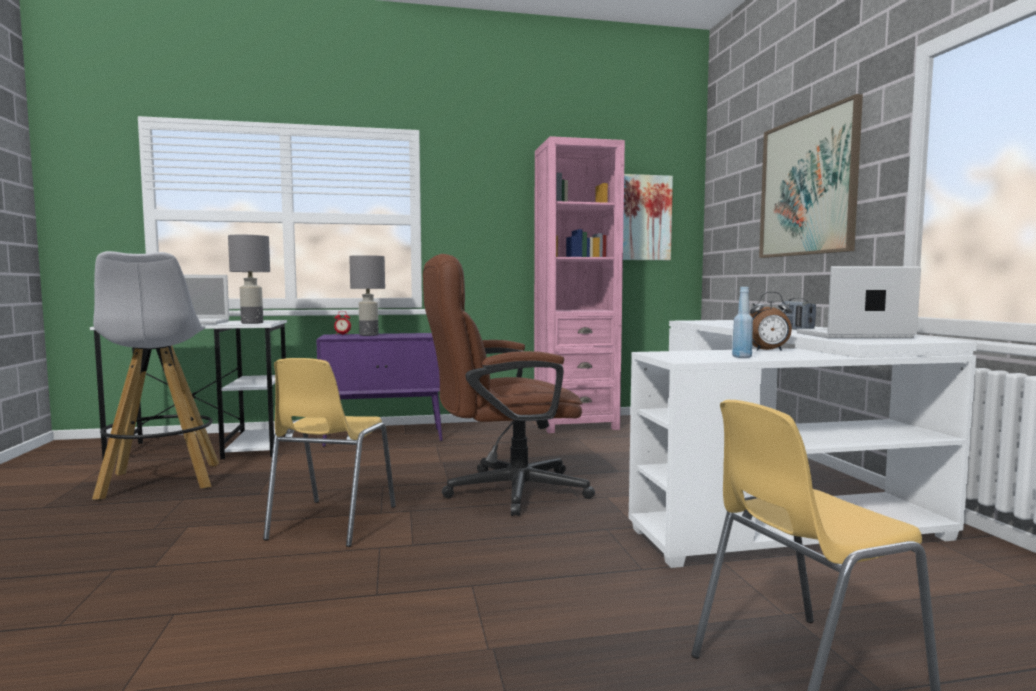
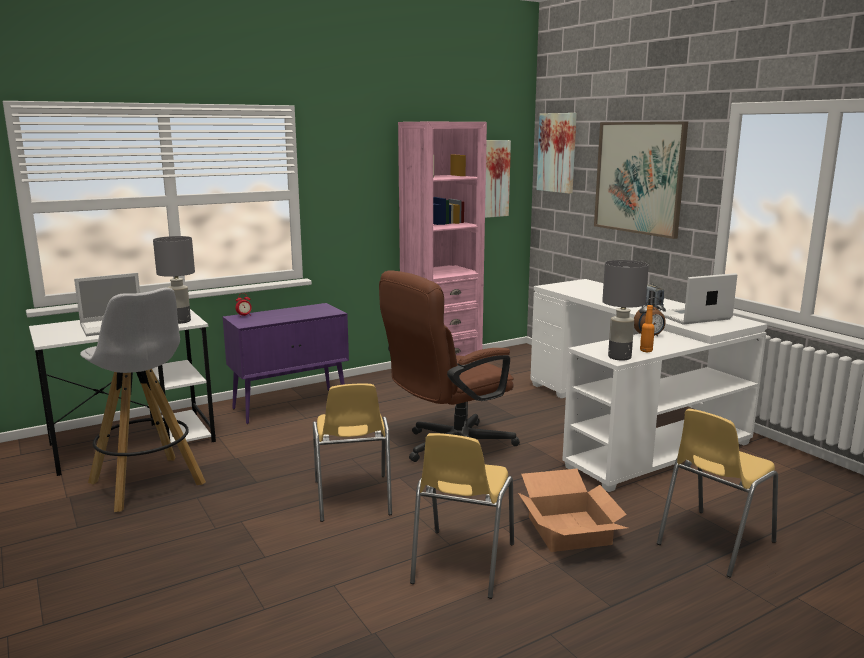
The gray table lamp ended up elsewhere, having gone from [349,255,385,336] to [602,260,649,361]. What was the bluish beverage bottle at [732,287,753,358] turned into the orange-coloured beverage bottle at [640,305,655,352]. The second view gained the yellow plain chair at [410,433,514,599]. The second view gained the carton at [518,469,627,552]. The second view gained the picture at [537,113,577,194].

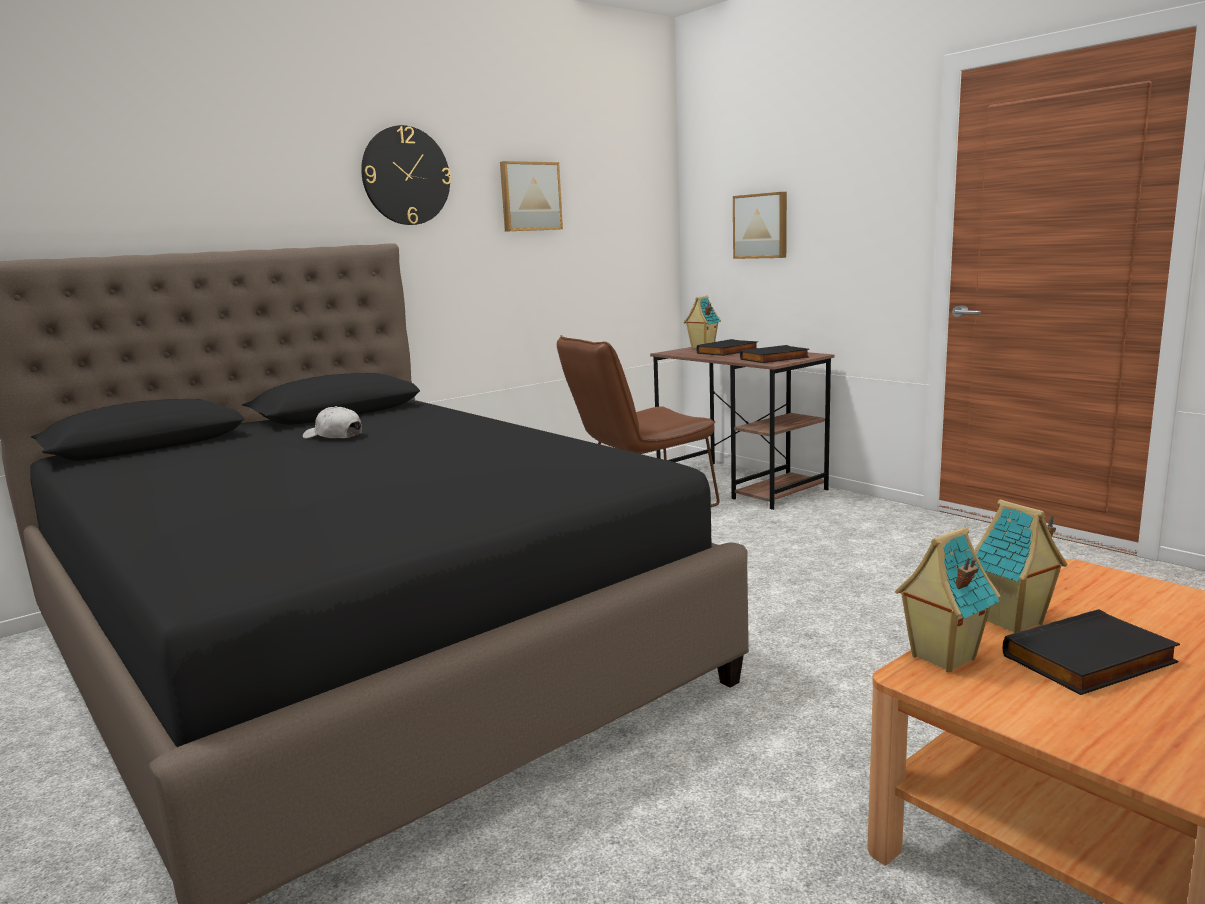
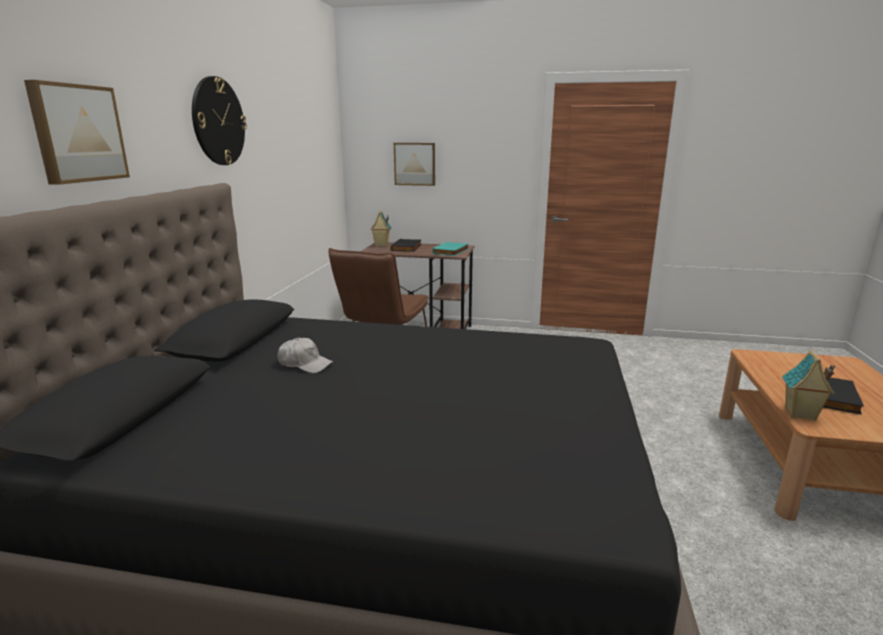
The whitish baseball cap at [303,406,362,439] ended up facing another way, 150 degrees counterclockwise from before. The picture ended up elsewhere, having gone from [500,161,563,232] to [24,80,130,185]. What was the black-coloured volume at [740,345,809,363] turned into the blue-green volume at [432,242,468,256]. The second view lost the model house at [974,499,1068,633].

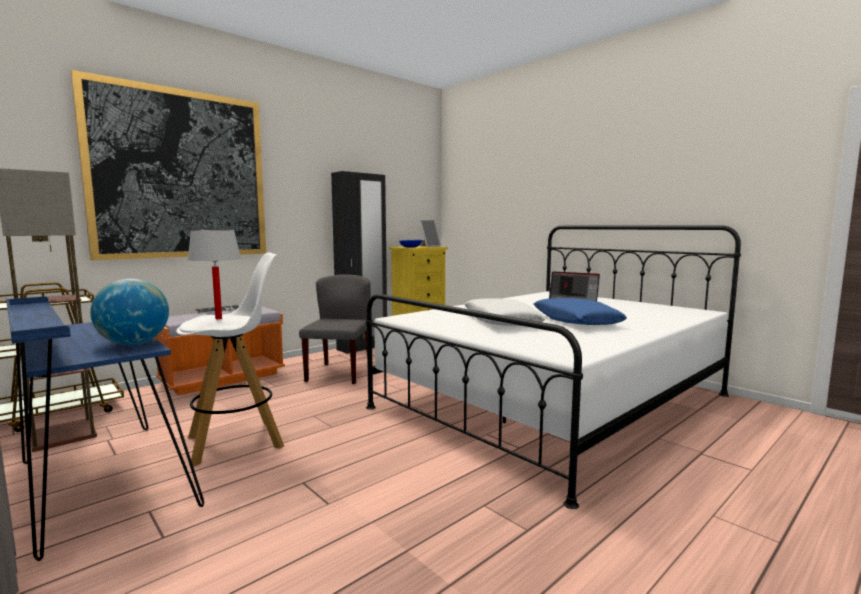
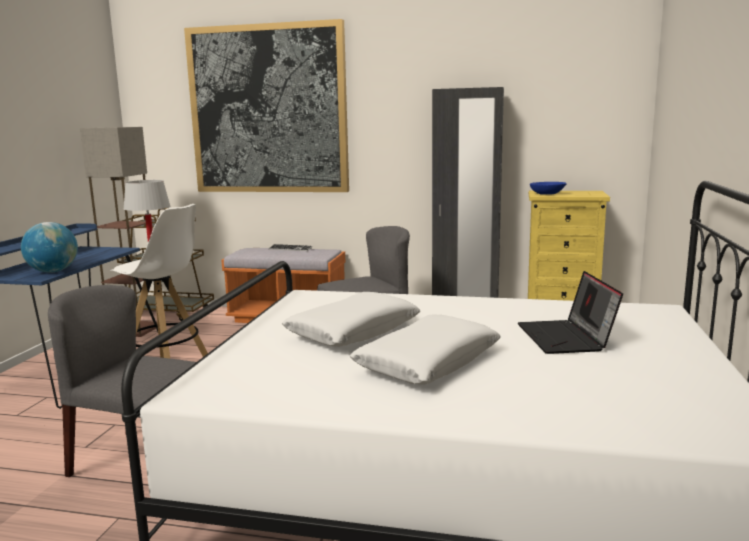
The second view lost the picture frame at [420,220,441,247]. What was the bluish cushion at [534,298,627,325] turned into the whitish cushion at [350,314,501,385]. The second view gained the gray plain chair at [48,285,196,477].

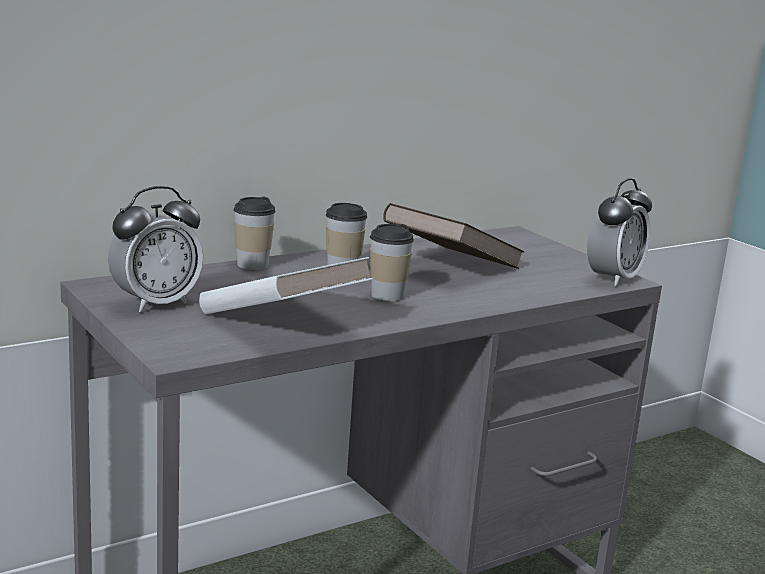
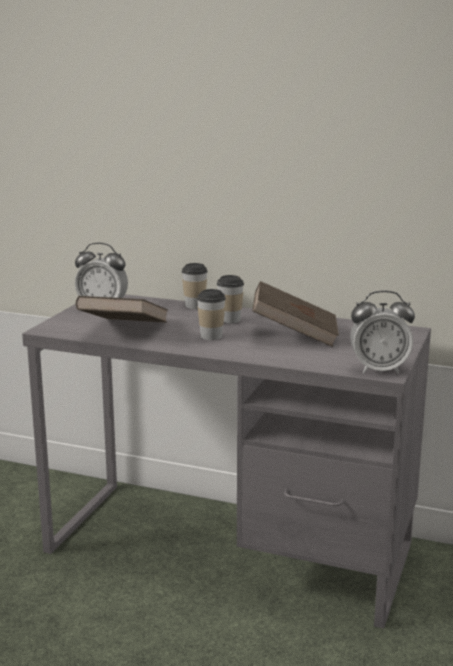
What was the whitish volume at [199,257,373,314] turned into the brown volume at [76,296,168,323].

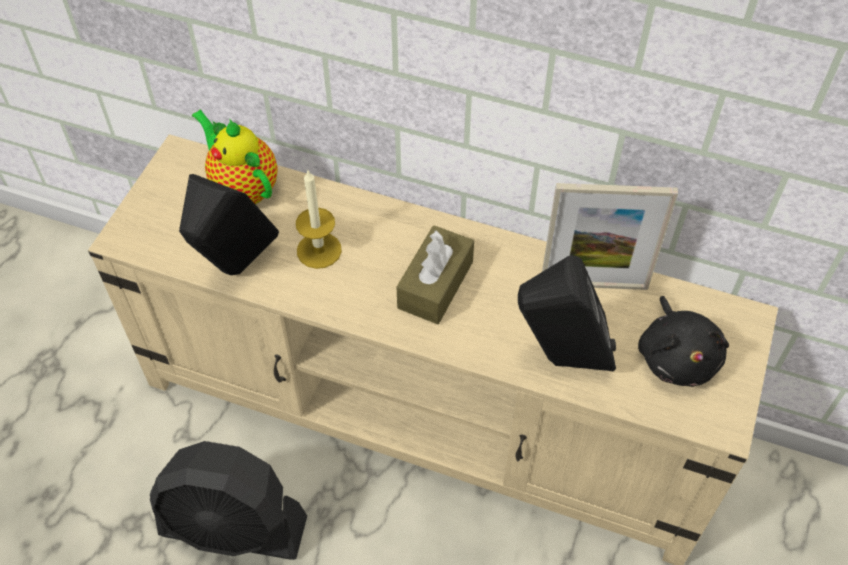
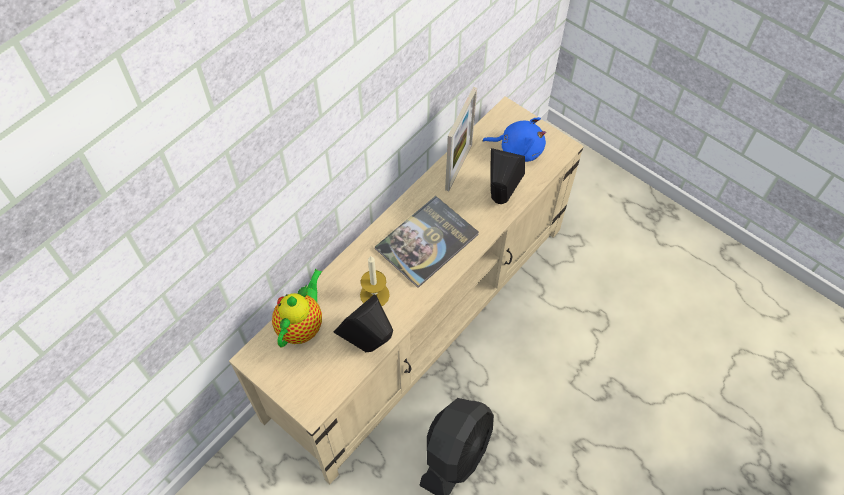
The tea pot at [192,109,278,204] ended up facing another way, 135 degrees clockwise from before. Where the brown tissue holder stood at [396,225,474,324], the volume came to stand at [375,196,479,288]. What was the black-coloured soft toy at [638,296,729,387] turned into the bluish soft toy at [483,117,546,162].

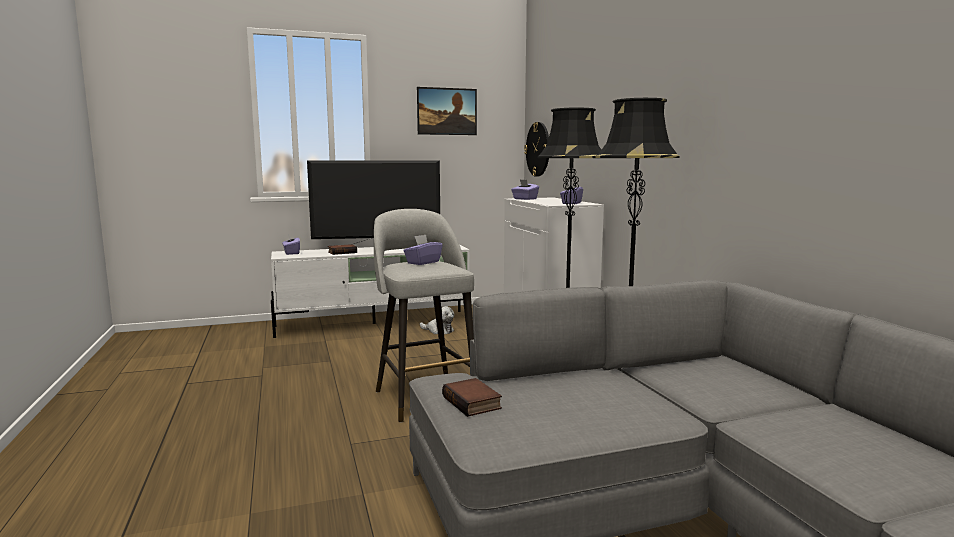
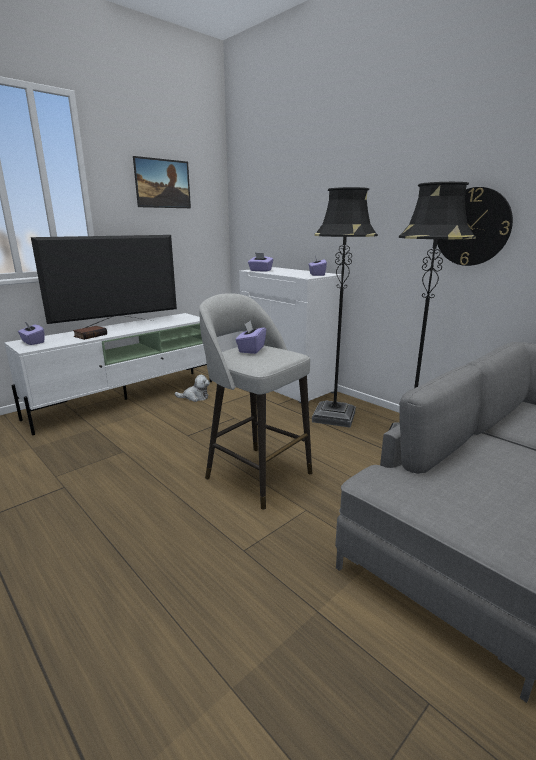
The second view lost the volume at [442,378,502,417]. The wall clock ended up elsewhere, having gone from [524,122,549,177] to [437,187,513,266].

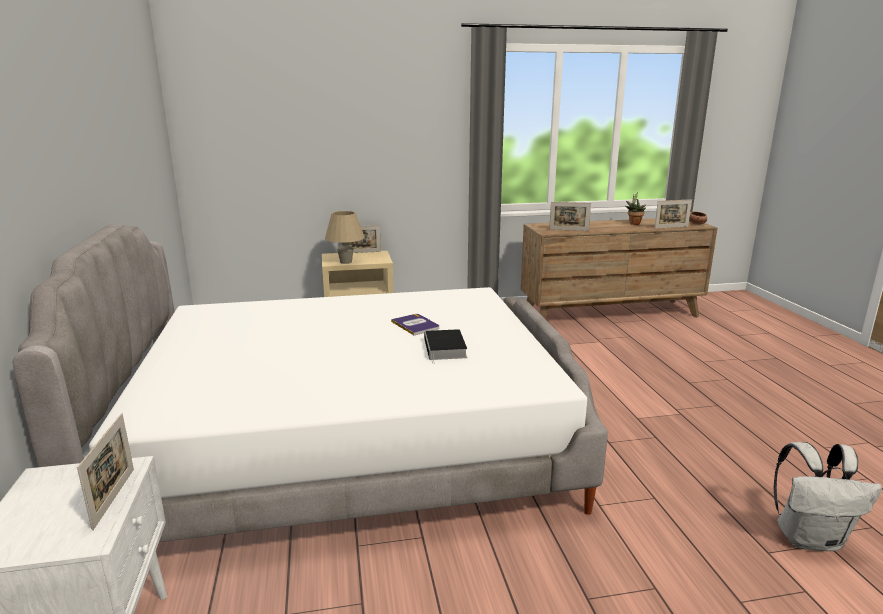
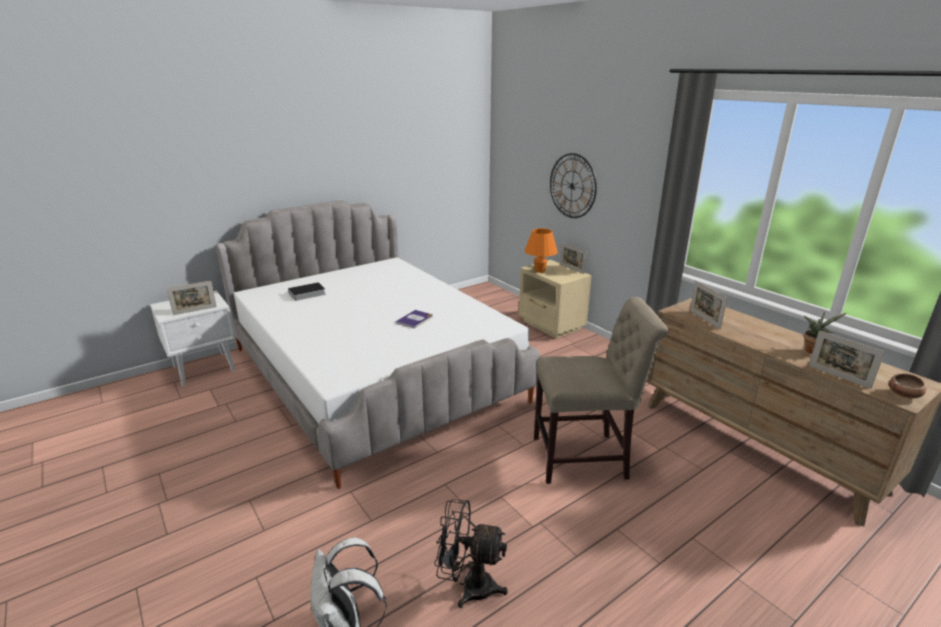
What was the beige table lamp at [325,211,365,264] turned into the orange-coloured table lamp at [525,228,558,273]. The volume ended up elsewhere, having gone from [424,329,467,364] to [284,282,326,301]. The second view gained the black-coloured electric fan at [434,499,508,608]. The second view gained the beige plain chair at [534,297,669,484]. The second view gained the wall clock at [550,153,597,218].

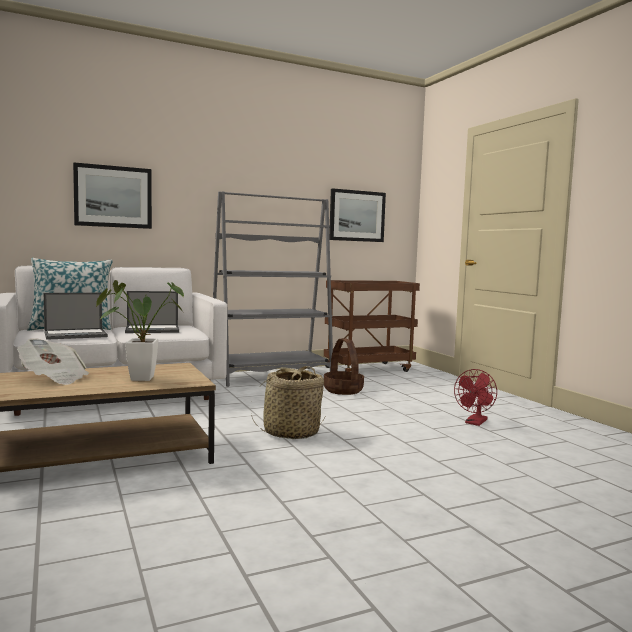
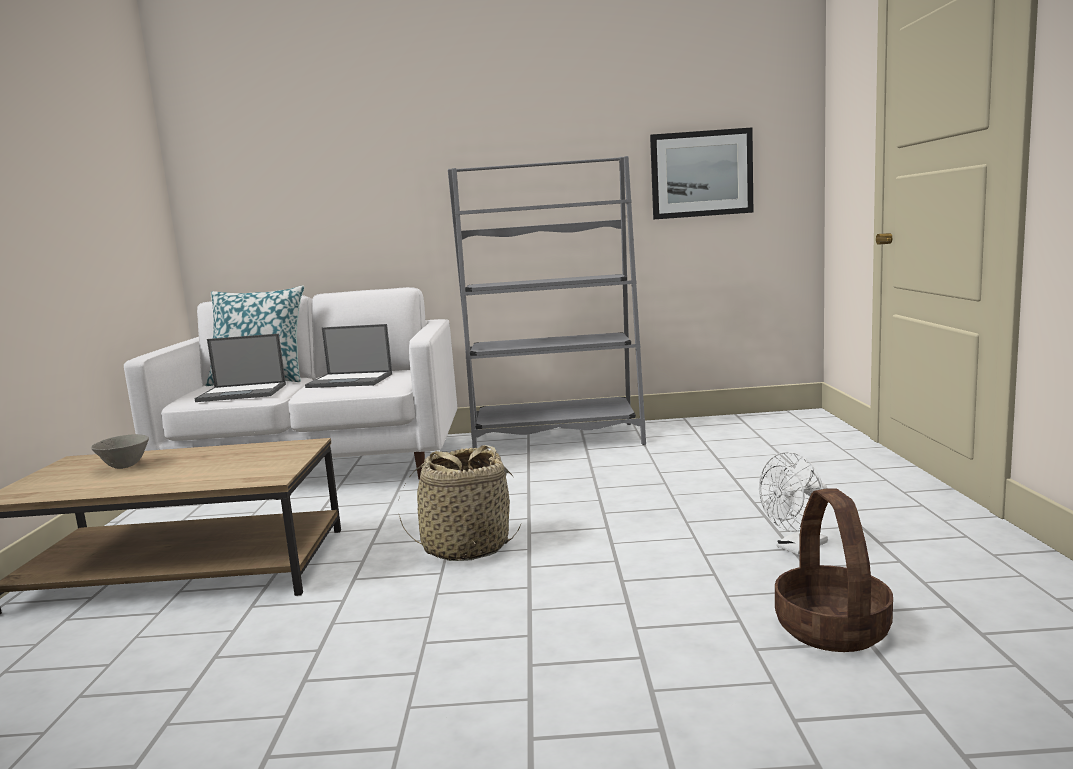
Where the daily paper stood at [17,338,89,385], the gray serving bowl came to stand at [91,434,149,469]. The second view lost the picture at [73,162,152,229]. The second view lost the potted plant at [96,280,184,381]. The second view lost the brown trolley at [324,280,420,372]. The storage basket ended up elsewhere, having gone from [324,338,364,395] to [775,489,893,652]. What was the reddish electric fan at [454,369,497,426] turned into the whitish electric fan at [759,452,828,555].

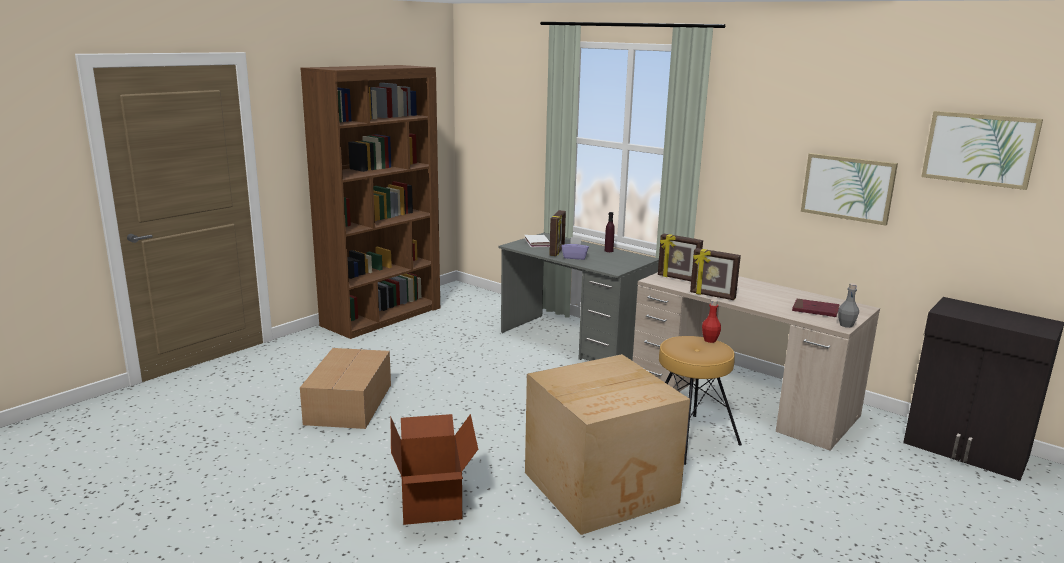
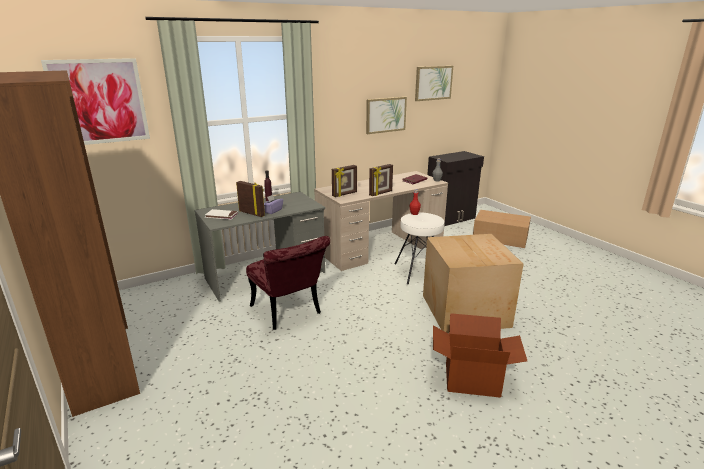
The carton ended up elsewhere, having gone from [300,348,391,429] to [473,210,531,248]. What was the brown sitting stool at [659,336,742,465] turned into the whitish sitting stool at [395,212,444,285]. The second view gained the picture at [41,58,150,145]. The second view gained the reddish plain chair at [246,236,330,330].

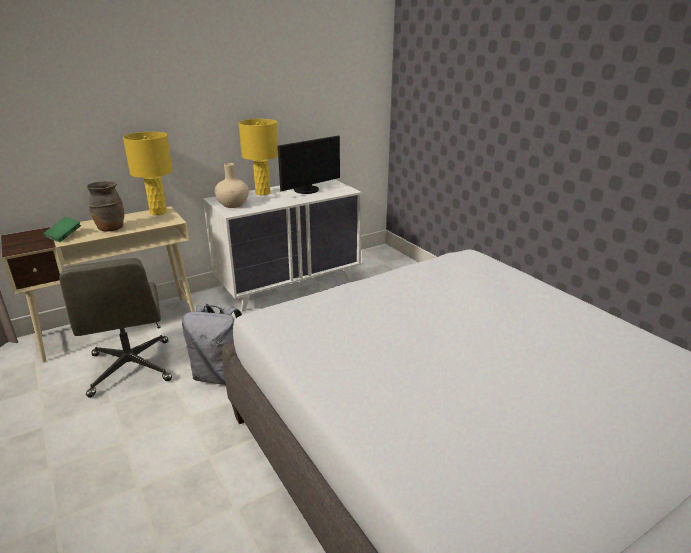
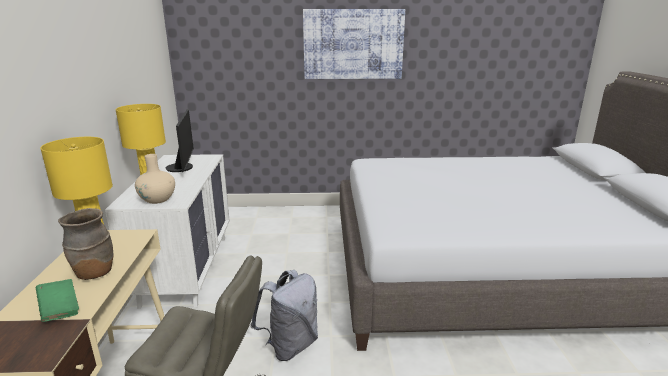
The second view gained the picture at [303,9,405,79].

